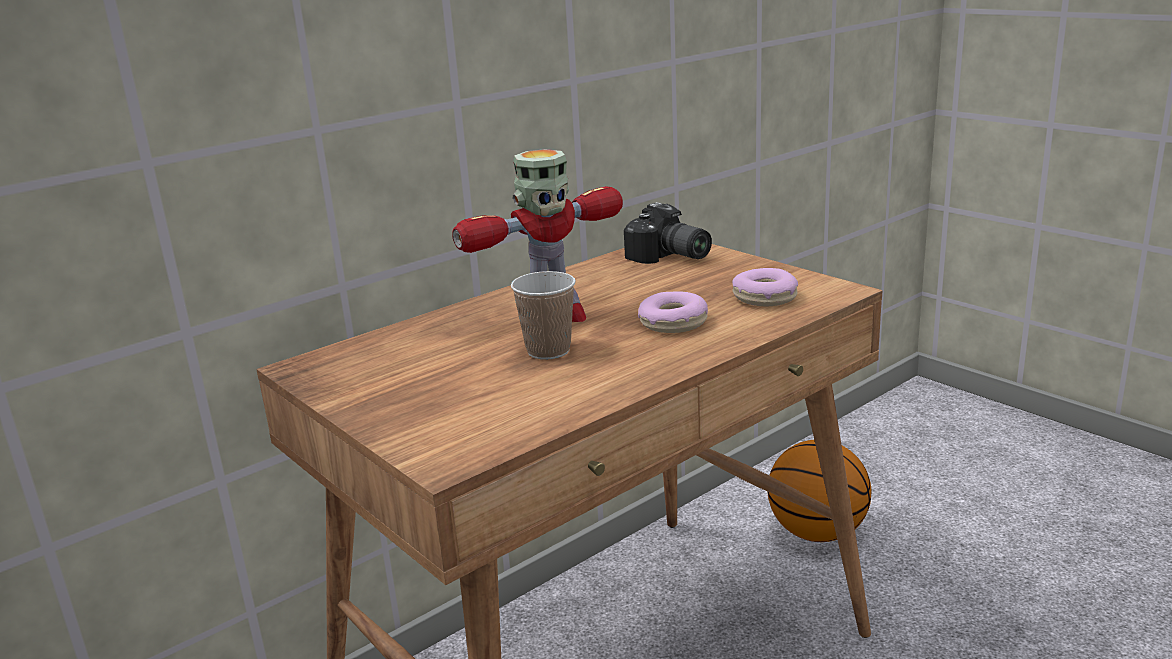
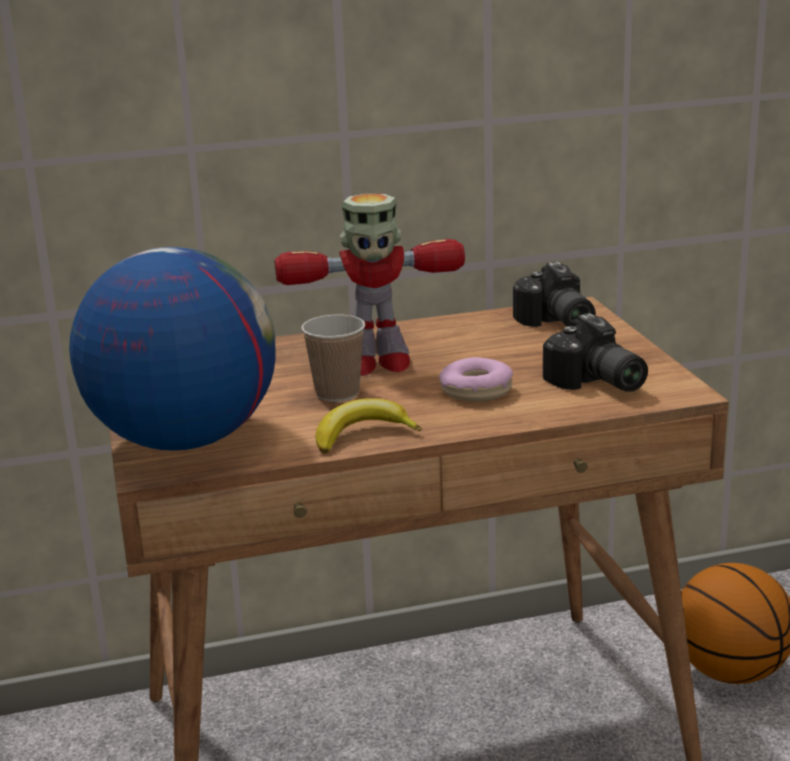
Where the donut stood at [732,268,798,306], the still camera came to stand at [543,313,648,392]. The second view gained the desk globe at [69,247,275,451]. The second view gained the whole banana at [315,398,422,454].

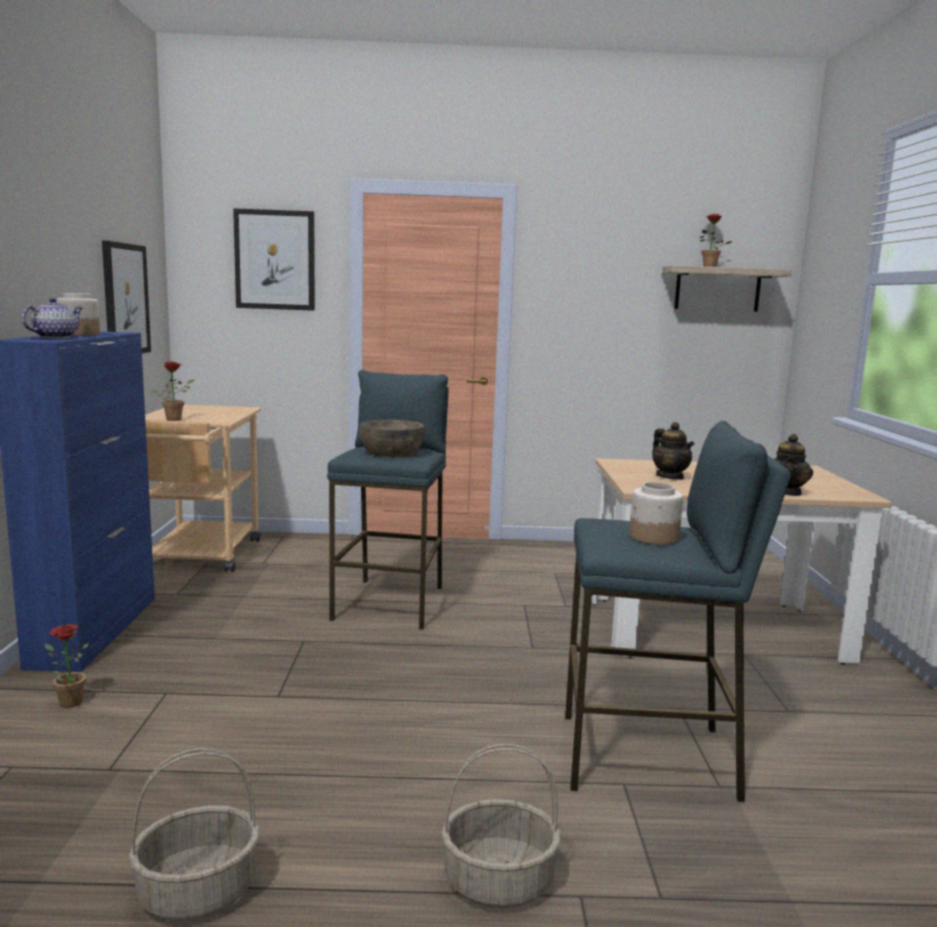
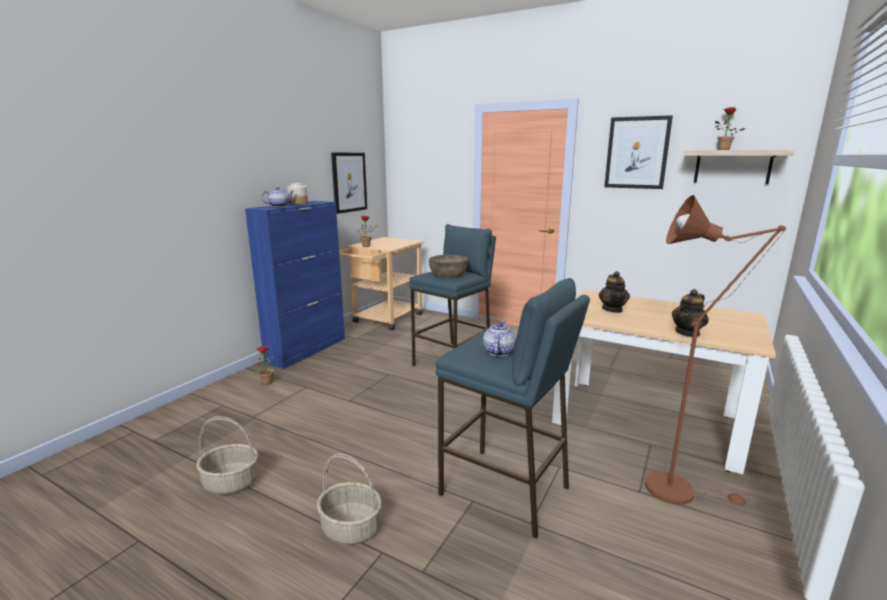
The picture ended up elsewhere, having gone from [233,208,315,311] to [604,115,673,189]. Where the storage jar stood at [629,482,683,545], the tea pot came to stand at [483,321,516,356]. The second view gained the brown floor lamp at [645,195,786,505].

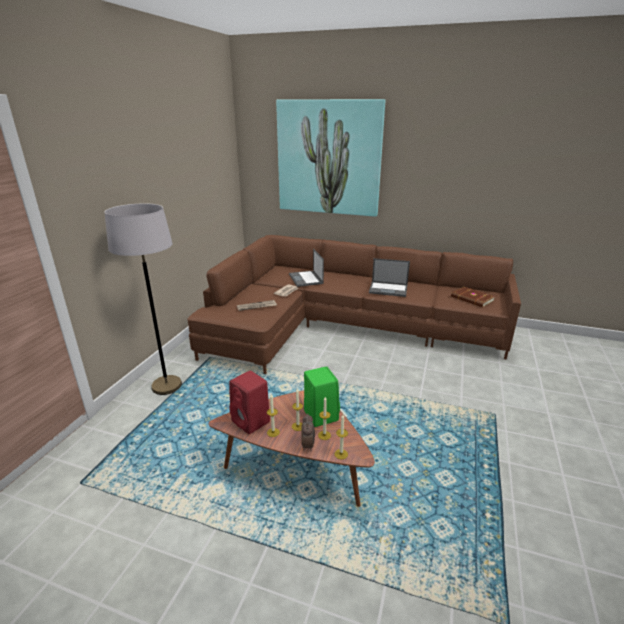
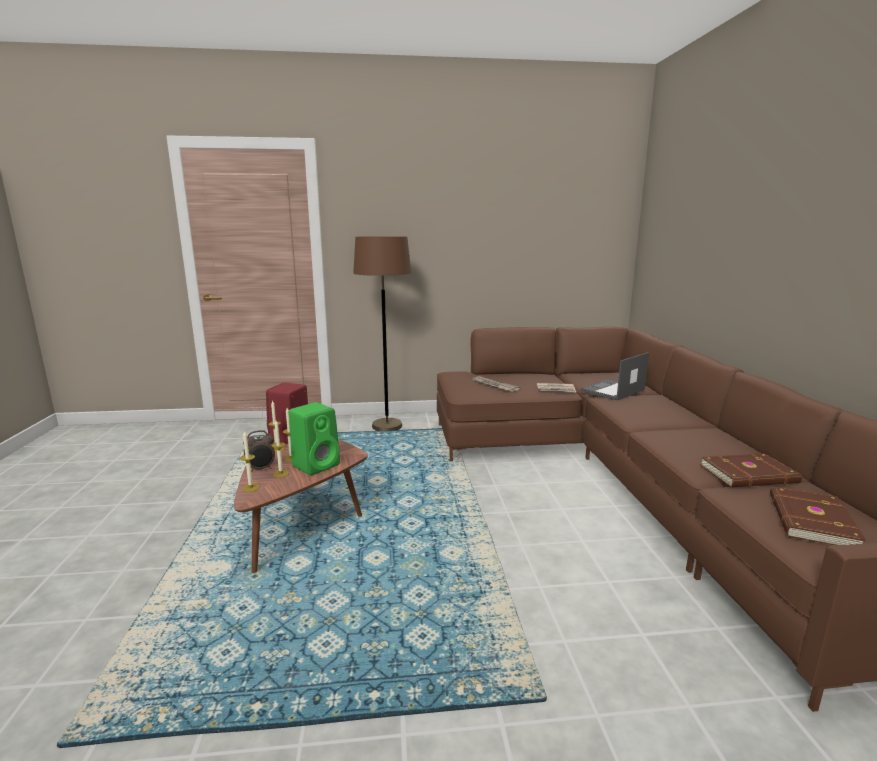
What was the gray floor lamp at [104,204,182,395] turned into the brown floor lamp at [353,236,412,431]. The second view lost the picture at [276,99,386,217]. The second view lost the laptop at [369,258,410,297]. The second view gained the brown volume at [700,453,802,487].

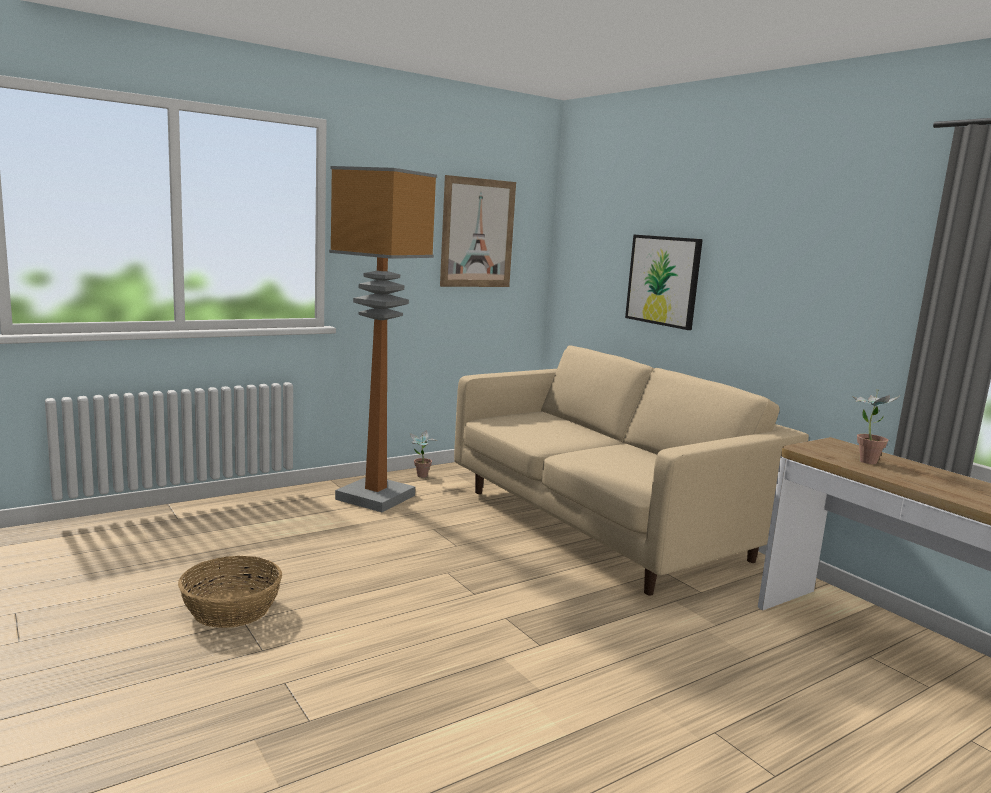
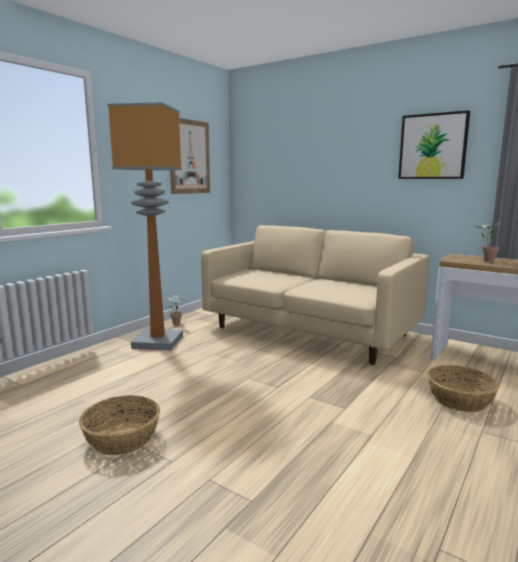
The picture ended up elsewhere, having gone from [625,235,703,330] to [398,110,470,179]. The second view gained the storage basket at [427,365,499,412].

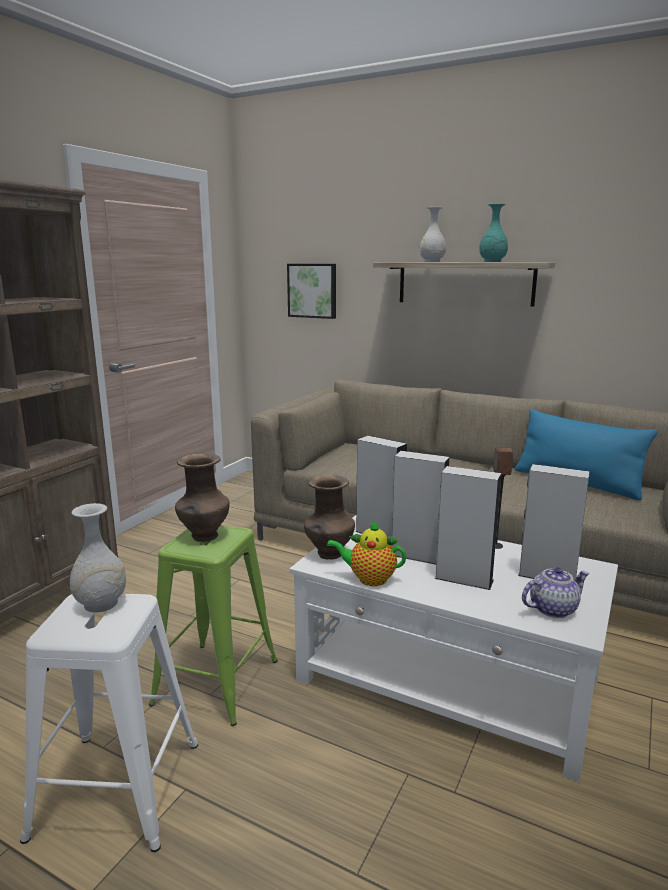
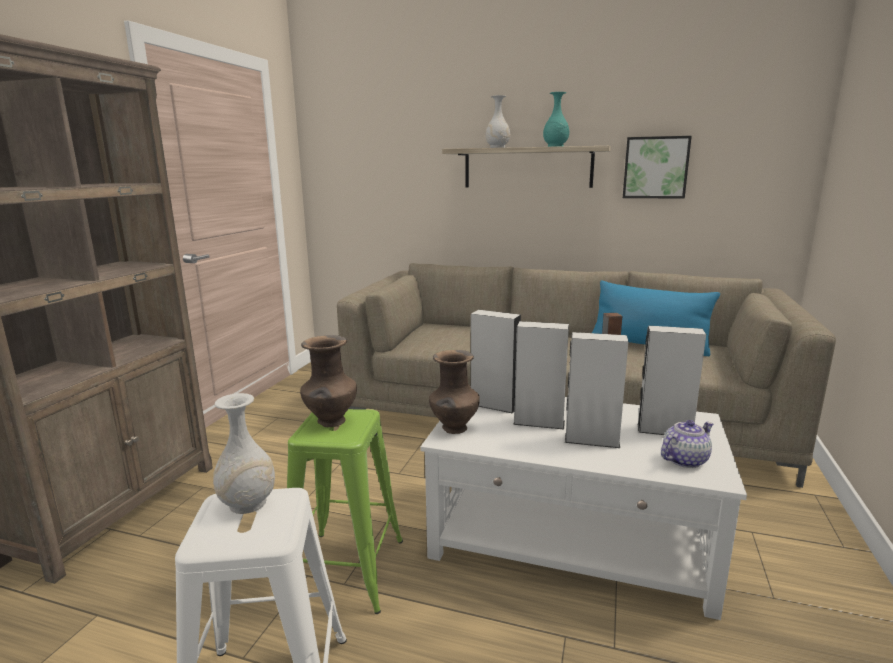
The picture ended up elsewhere, having gone from [287,264,336,319] to [623,136,692,199]. The second view lost the tea pot at [326,520,406,586].

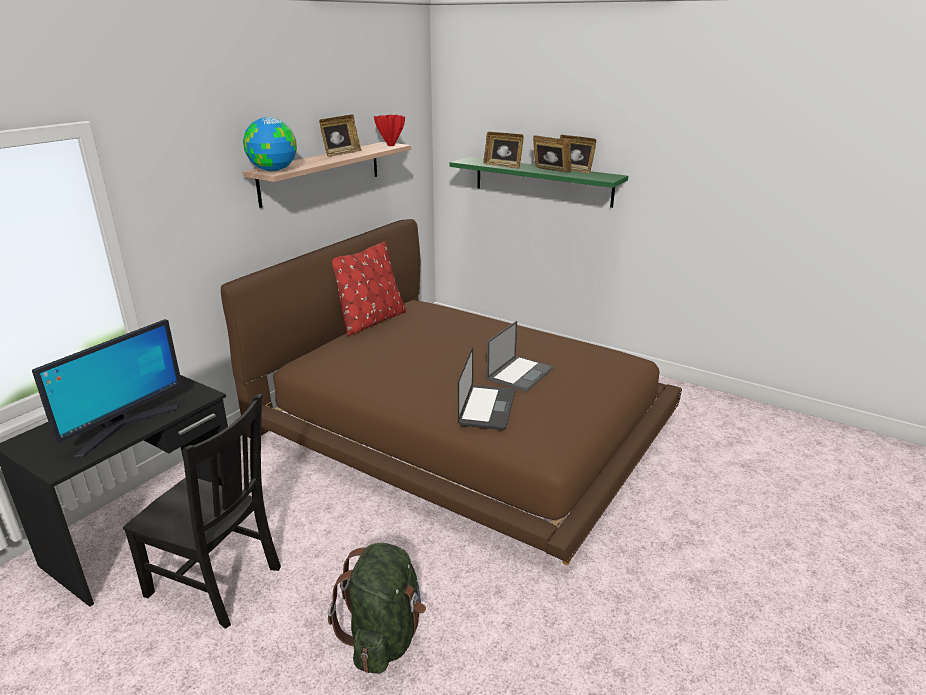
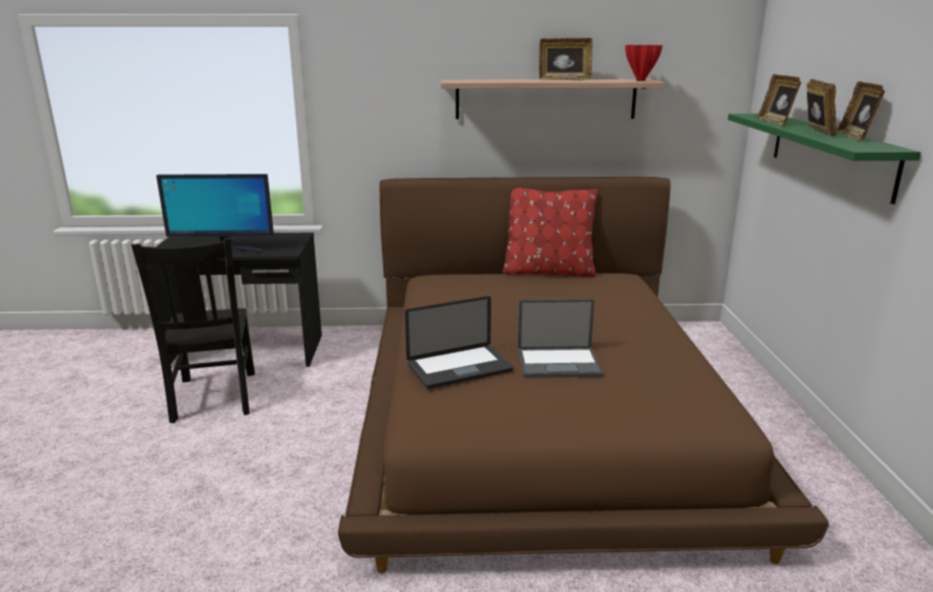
The second view lost the desk globe at [243,117,297,172]. The second view lost the green knapsack at [328,543,426,674].

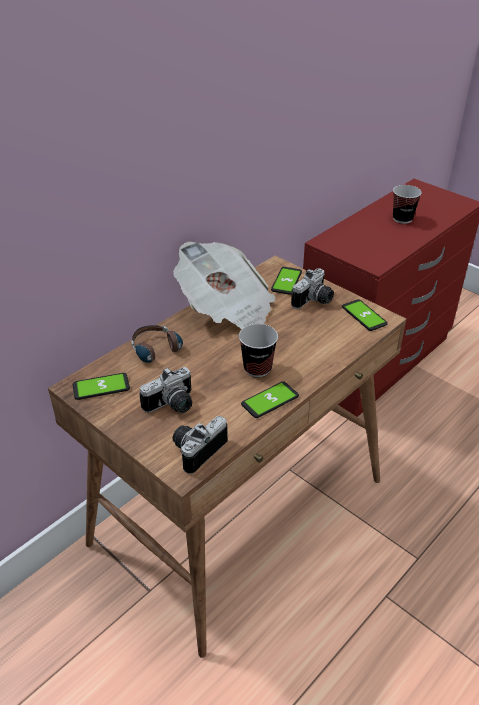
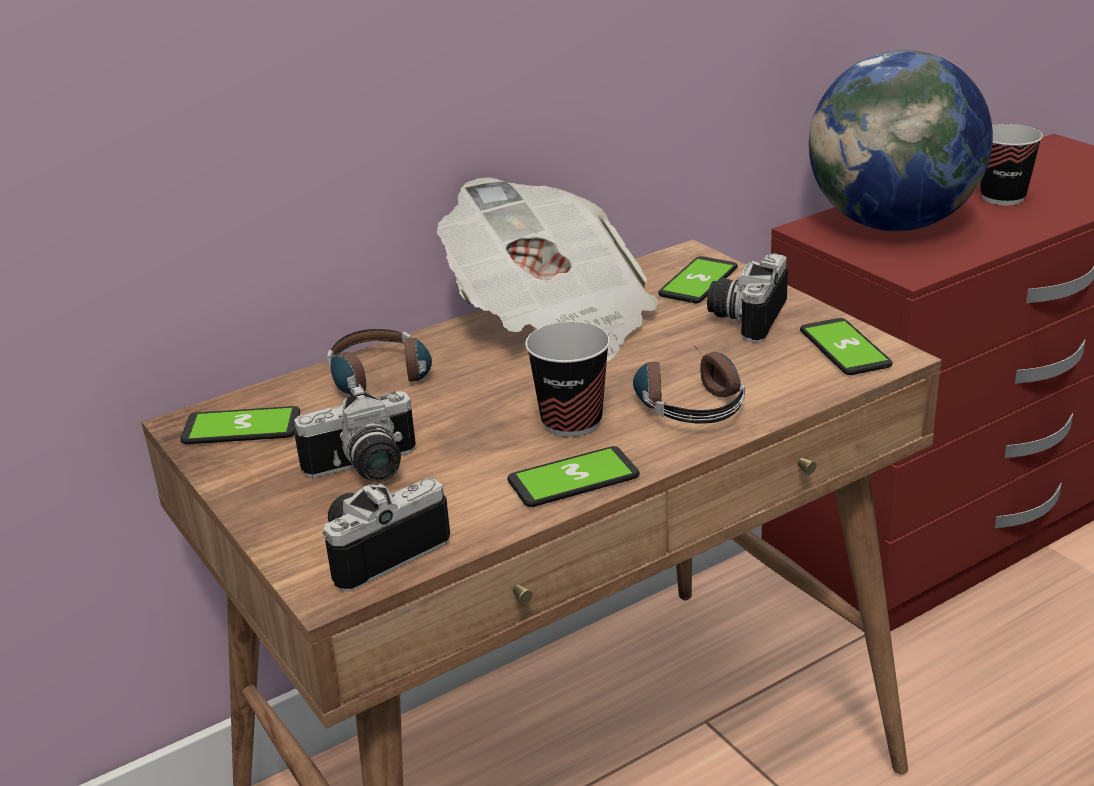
The still camera at [291,268,334,309] ended up facing another way, 150 degrees clockwise from before. The second view gained the headphones at [633,343,745,424]. The second view gained the desk globe at [809,50,993,231].

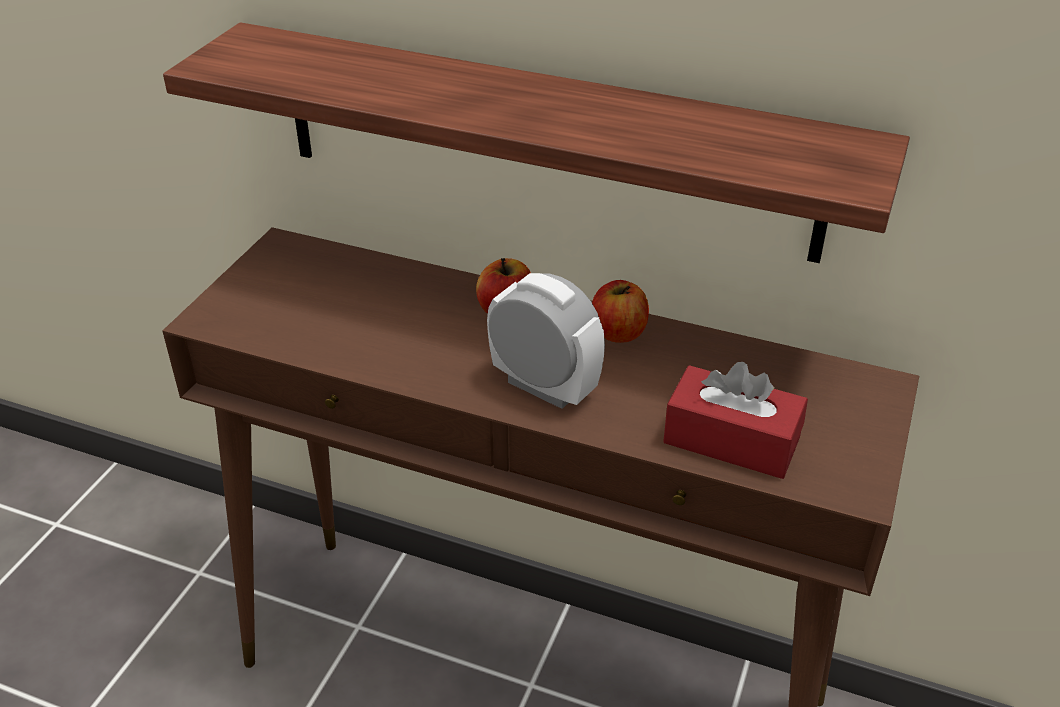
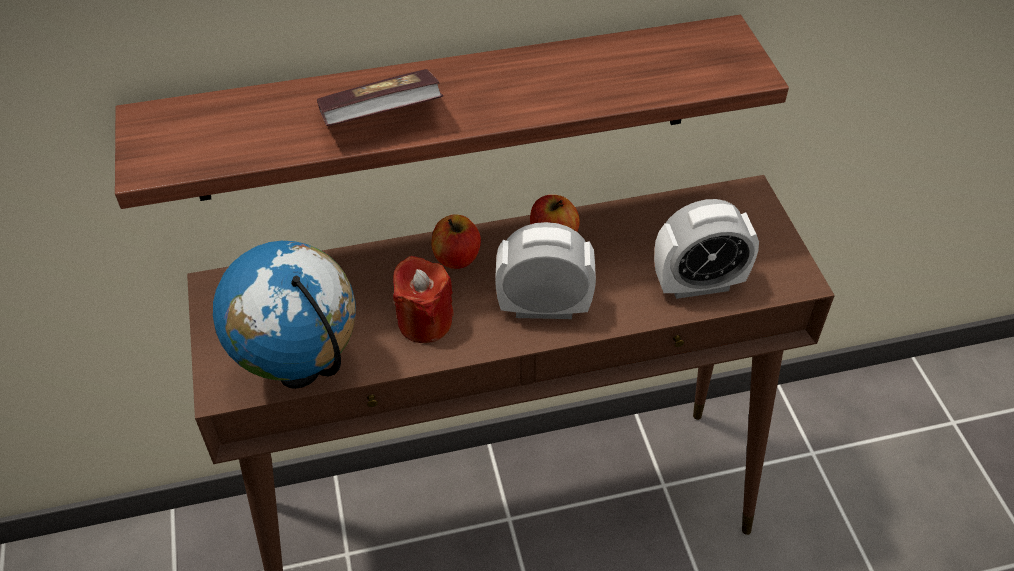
Where the reddish tissue holder stood at [663,362,808,479], the bedside clock came to stand at [654,199,759,299]. The second view gained the desk globe at [213,241,356,389]. The second view gained the volume at [317,69,443,126]. The second view gained the reddish wax light at [393,256,454,343].

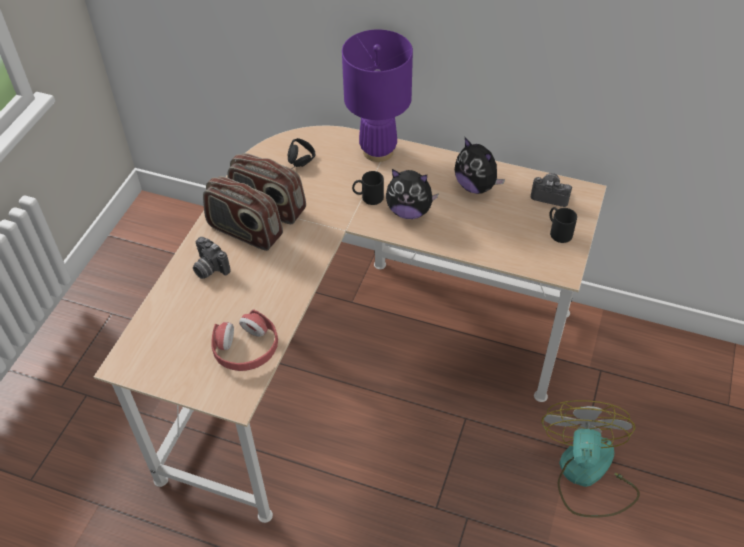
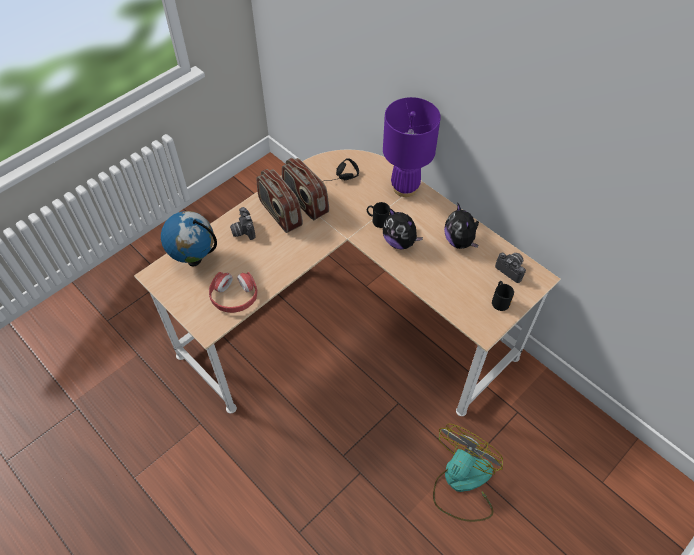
The second view gained the desk globe at [161,211,217,266].

